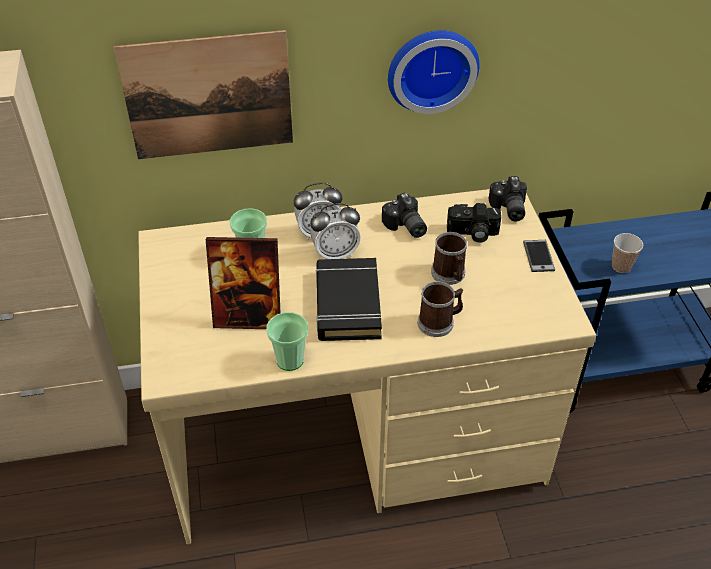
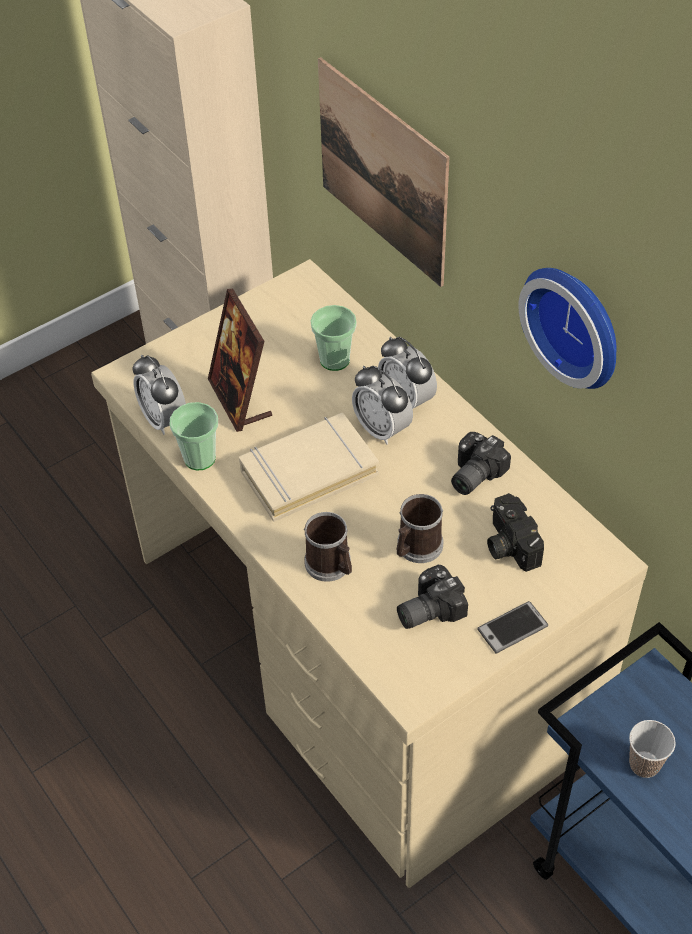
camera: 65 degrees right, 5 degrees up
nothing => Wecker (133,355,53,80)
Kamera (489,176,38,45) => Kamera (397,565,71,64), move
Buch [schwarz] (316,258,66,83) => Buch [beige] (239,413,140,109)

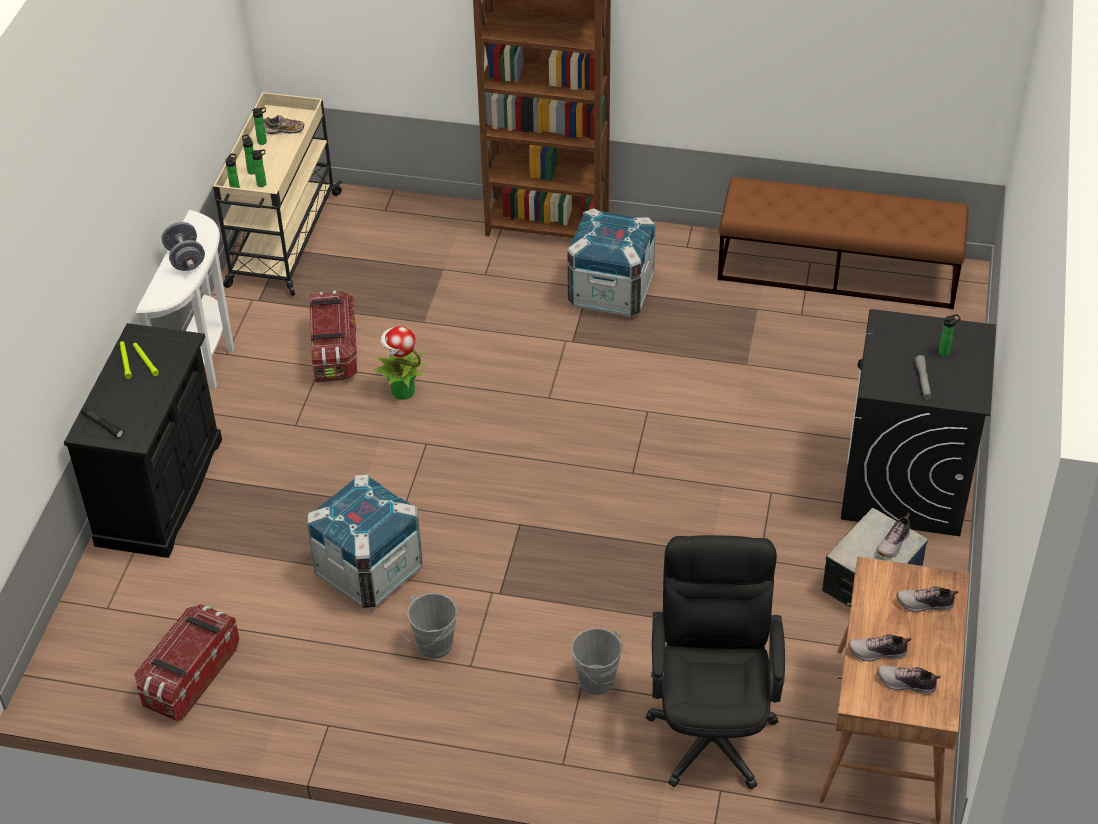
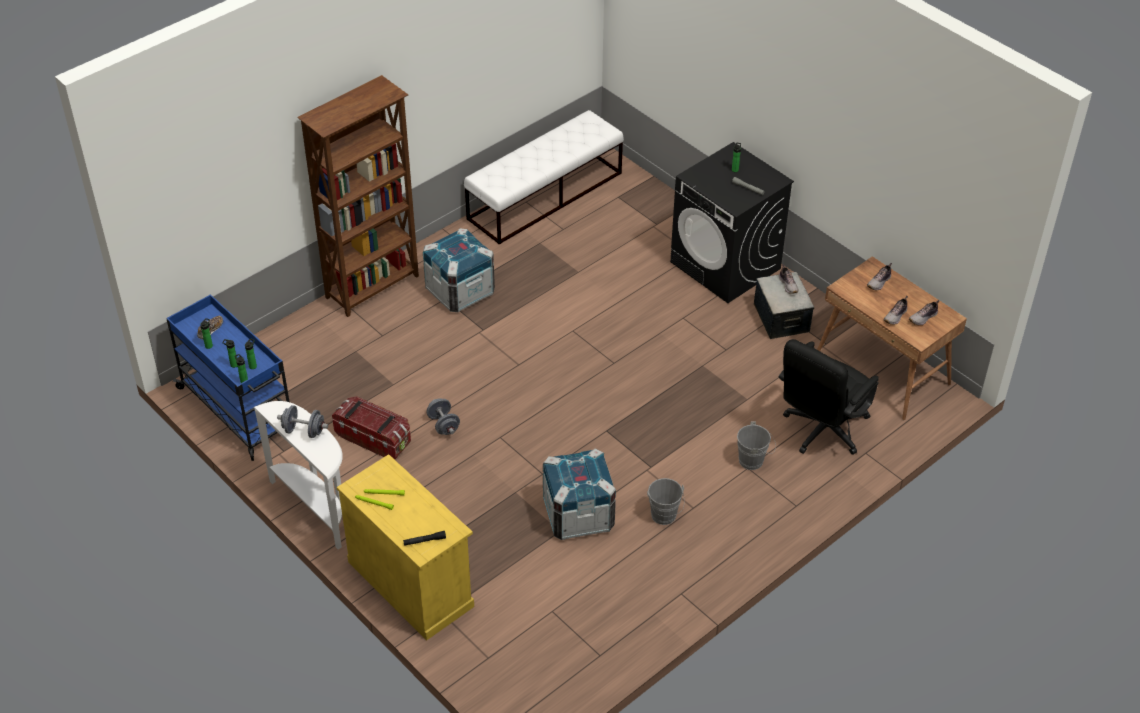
camera: 55 degrees left, 0 degrees up
Aufbewahrungsbox (134,604,105,117) => nothing
Topfpflanze (373,326,53,74) => Hantel [grau] (426,398,34,37)
Schrank [schwarz] (64,323,158,235) => Schrank [gelb] (337,454,137,186)
Rollwagen [beige] (213,92,130,204) => Rollwagen [blau] (166,294,124,167)
Bank [braun] (718,177,250,132) => Bank [weiß] (464,110,160,135)
Bürostuhl [schwarz] (645,535,140,254) => Bürostuhl [schwarz] (779,339,100,115), 90 degrees counterclockwise

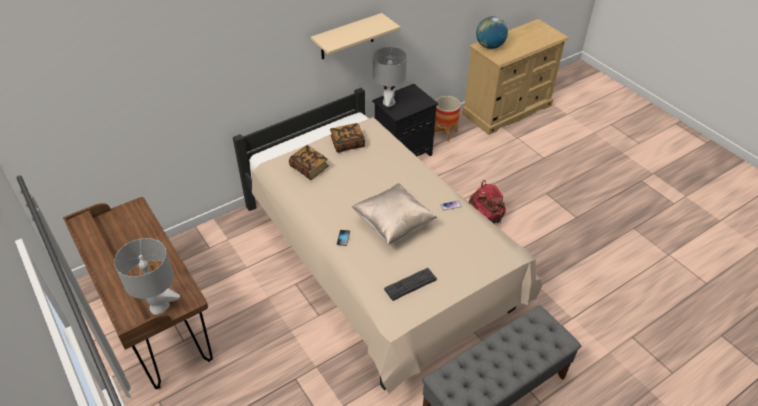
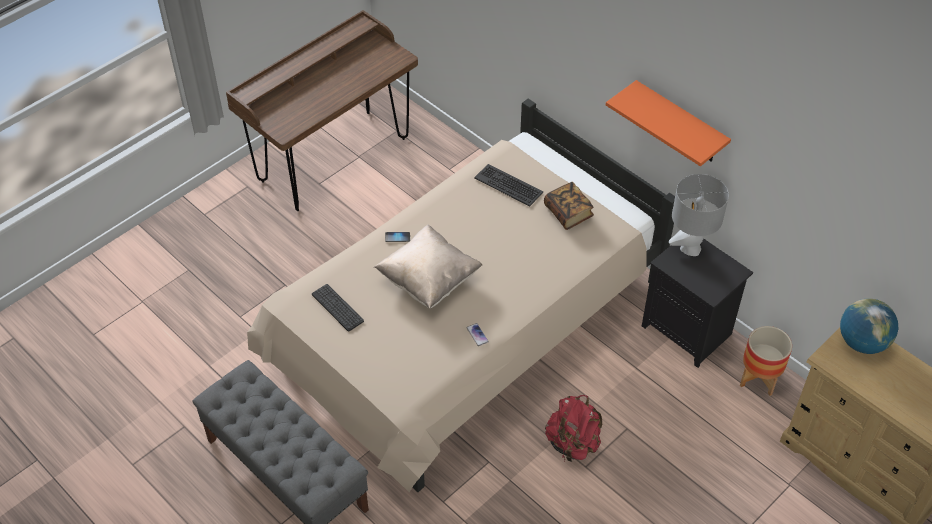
camera: 80 degrees right, 5 degrees up
Tischlampe [grau] (114,238,66,77) => nothing
Buch (289,145,40,35) => Tastatur (474,164,69,43)
Wandregal [beige] (311,13,89,46) => Wandregal [orange] (606,80,125,86)

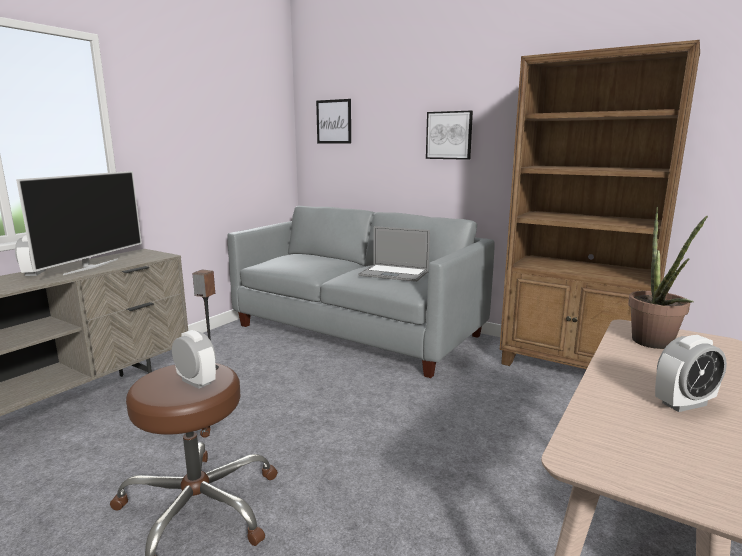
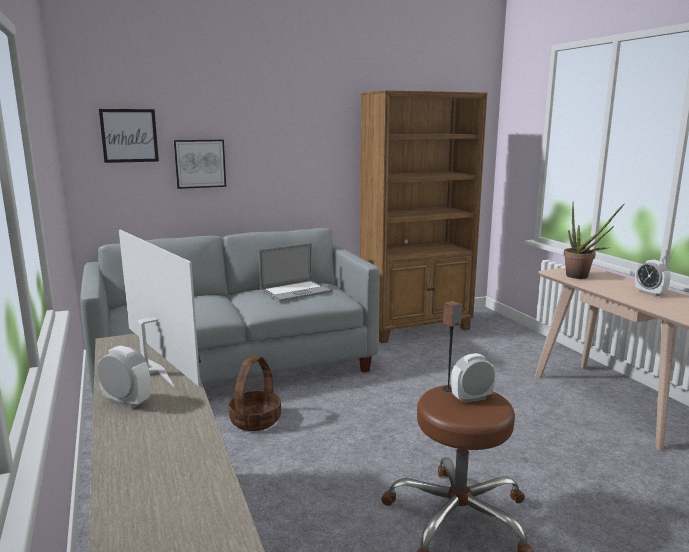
camera: 55 degrees left, 0 degrees up
nothing => Korb (228,355,53,76)
Bild (426,111,47,49) => Bild (174,140,52,49), move
Wecker (655,335,72,77) => Wecker (635,260,36,37), 135 degrees clockwise

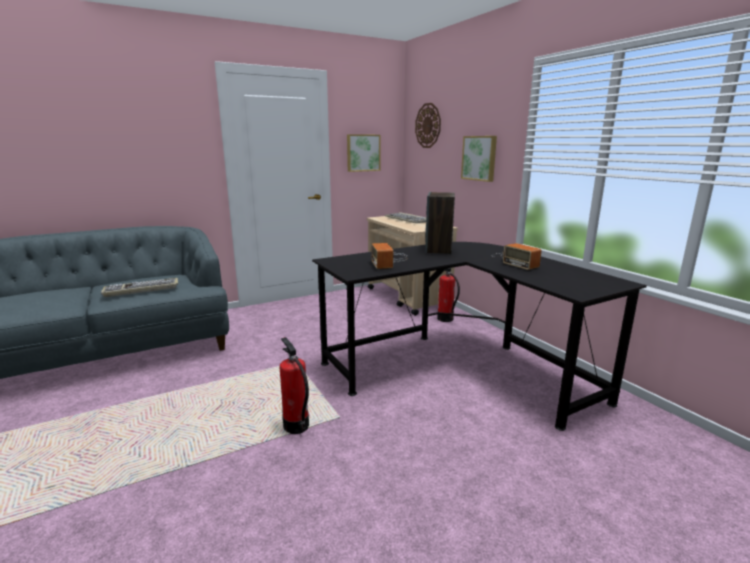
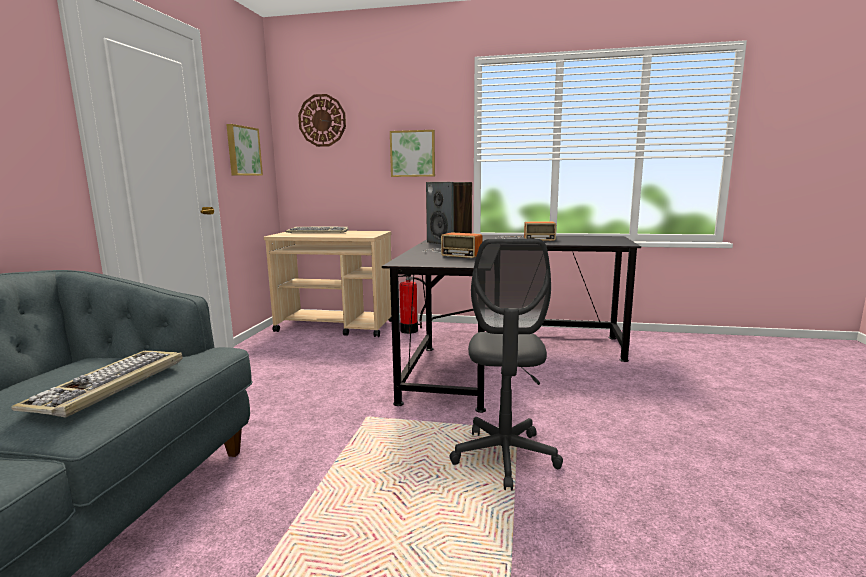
camera: 50 degrees left, 5 degrees down
Feuerlöscher (280,337,29,97) => Bürostuhl [grau] (450,239,113,251)

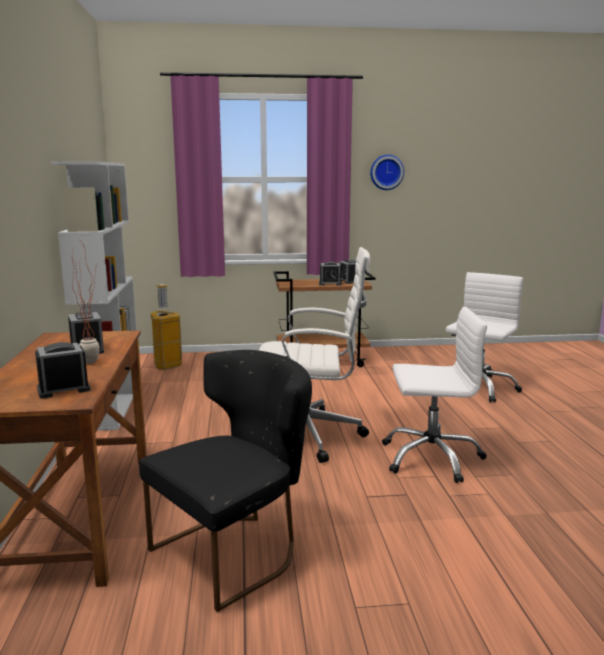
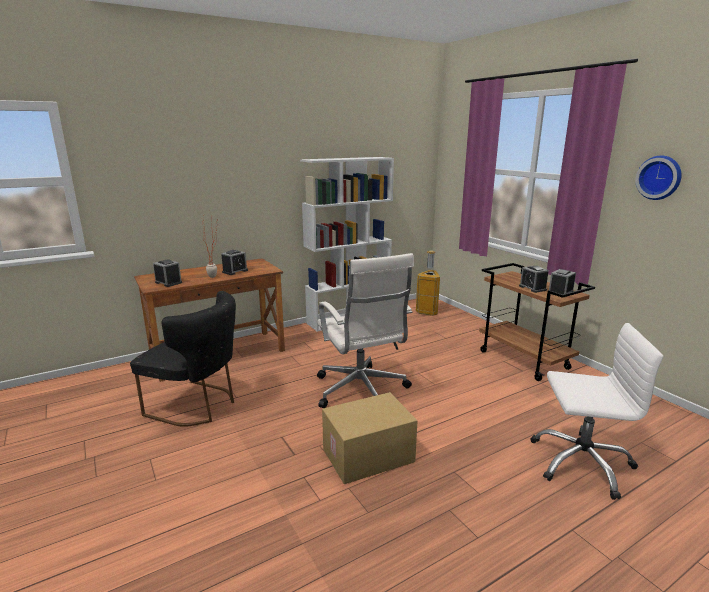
camera: 65 degrees right, 5 degrees up
Bürostuhl [weiß] (382,307,105,176) => Karton (322,392,96,92)

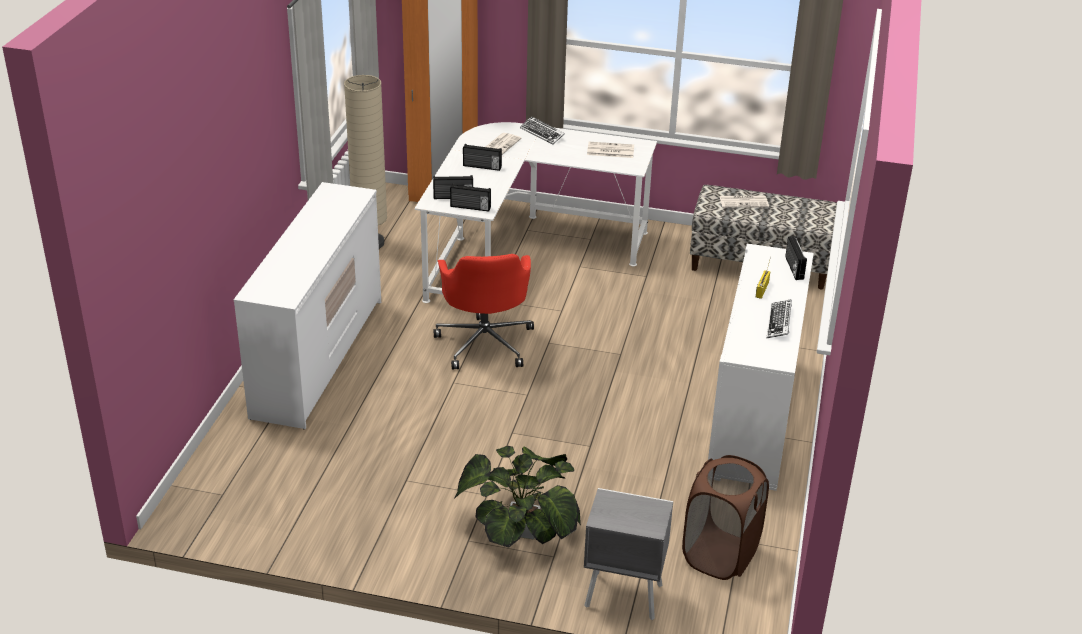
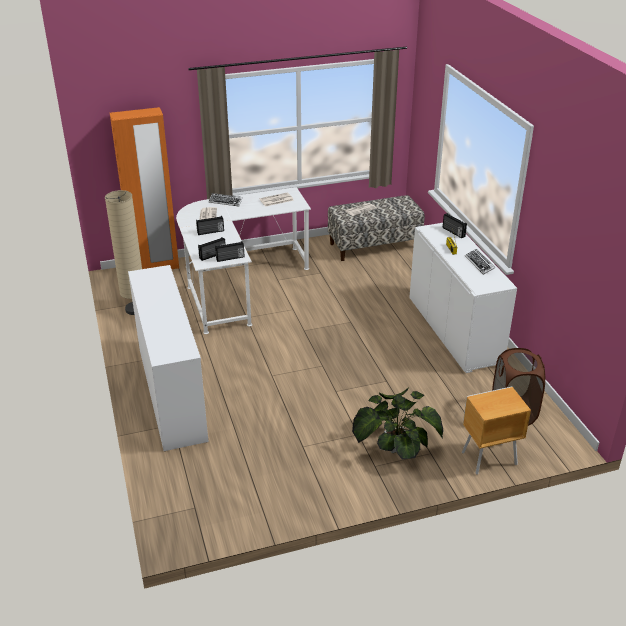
camera: 30 degrees left, 0 degrees up
Bürostuhl [rot] (434,254,100,116) => nothing
Nachttisch [grau] (584,488,89,132) => Nachttisch [braun] (462,386,69,88)

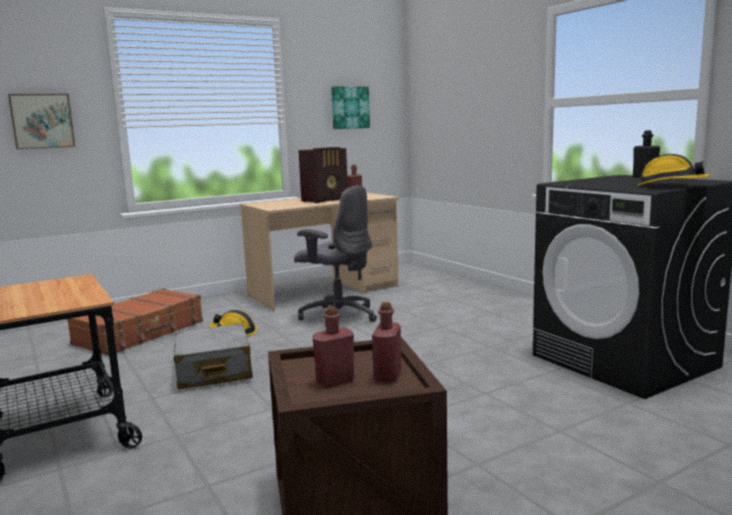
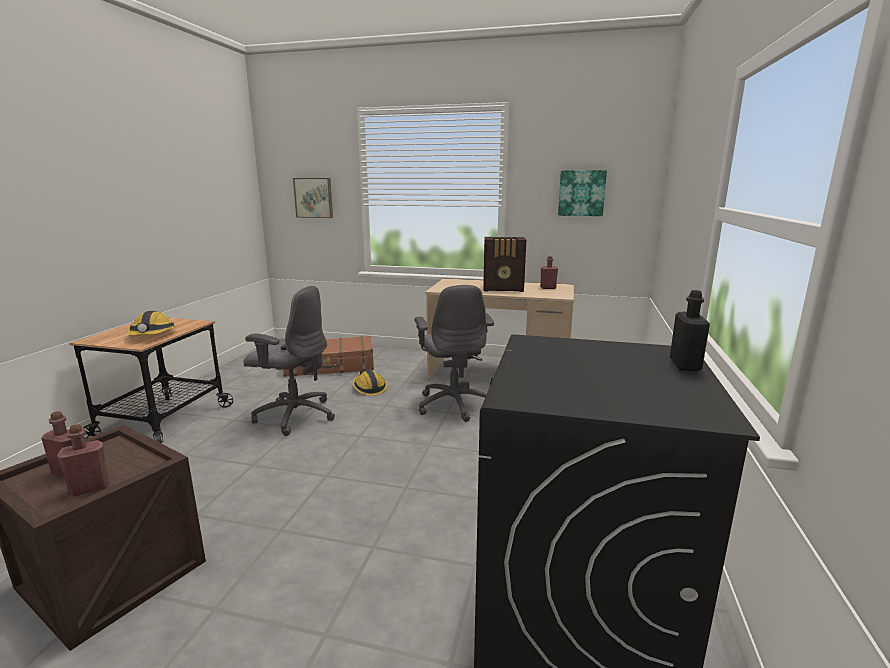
camera: 45 degrees right, 5 degrees up
Schutzhelm (637,154,74,32) => Schutzhelm (127,311,50,25), move
Koffer [grau] (173,323,80,66) => Bürostuhl [grau] (243,286,92,150)

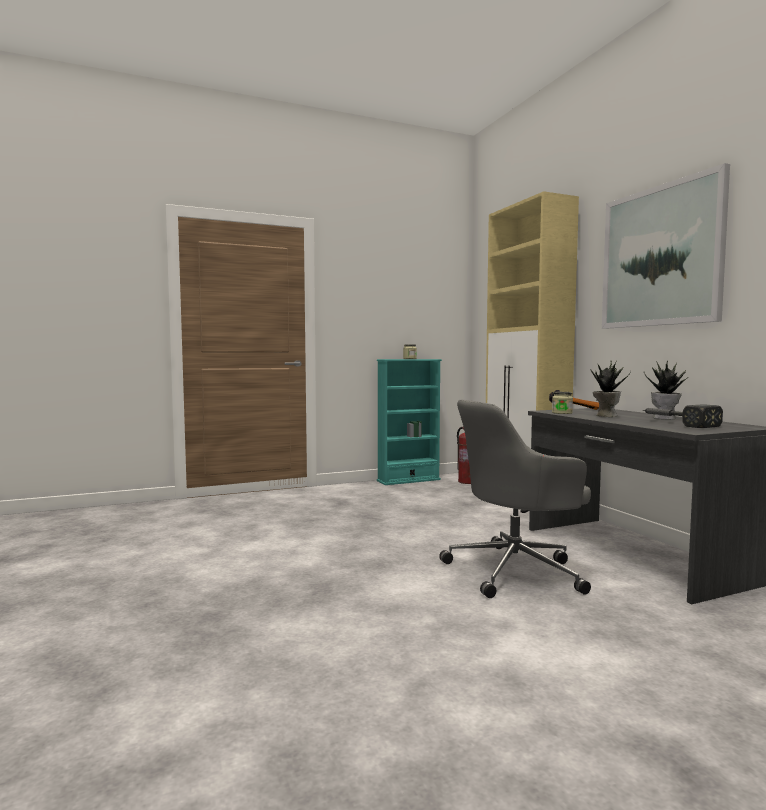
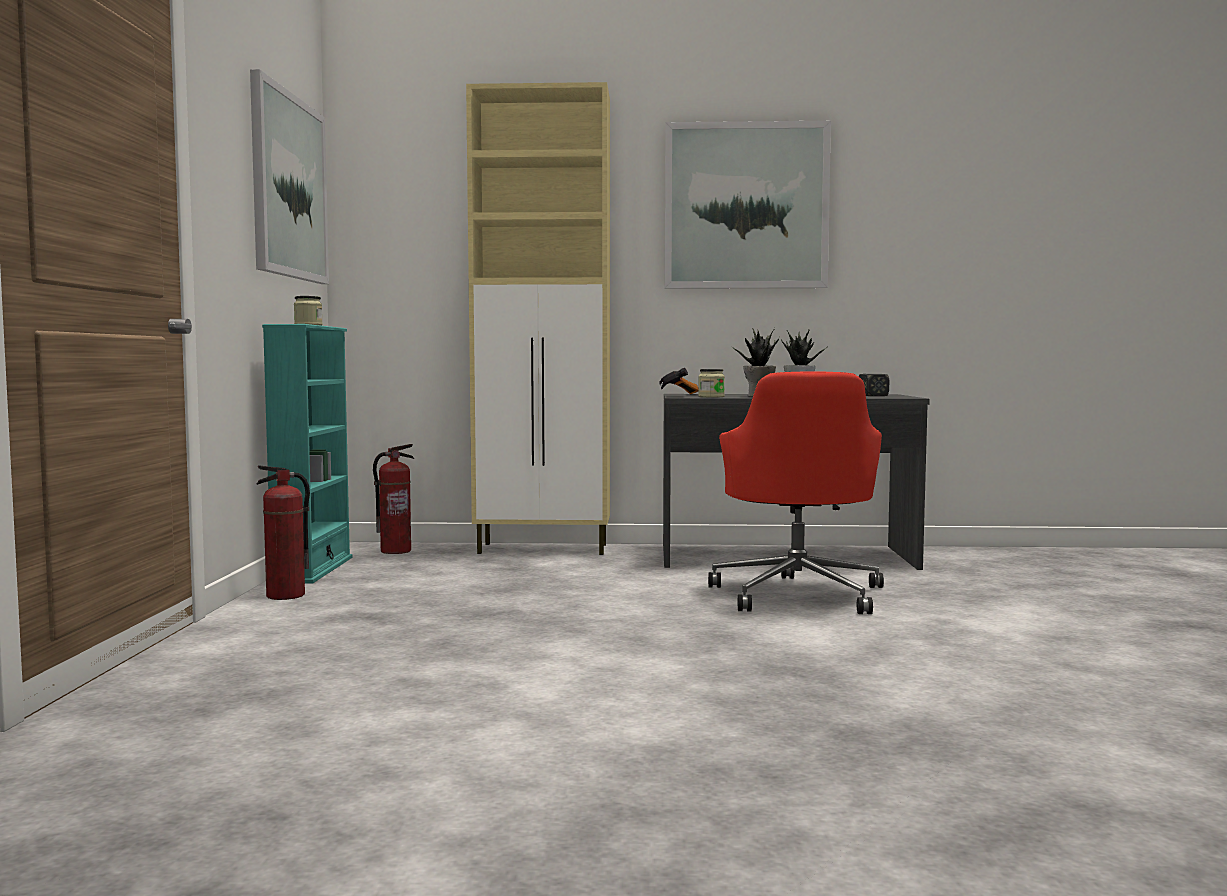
camera: 65 degrees left, 0 degrees up
nothing => Bild (250,69,79,215)
nothing => Feuerlöscher (256,465,54,135)
Bürostuhl [grau] (439,400,152,198) => Bürostuhl [rot] (708,371,176,243)

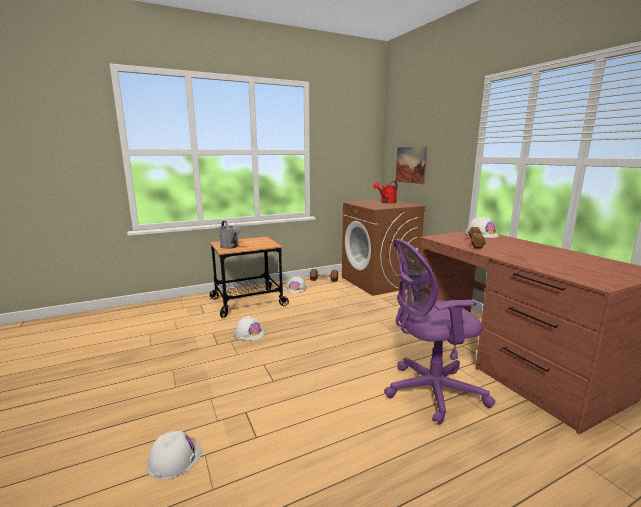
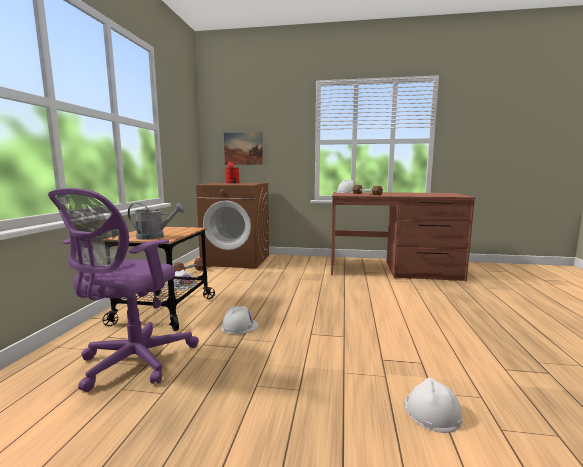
camera: 55 degrees left, 5 degrees down
Bürostuhl [lila] (384,239,112,186) => Bürostuhl [lila] (48,188,151,204), move

